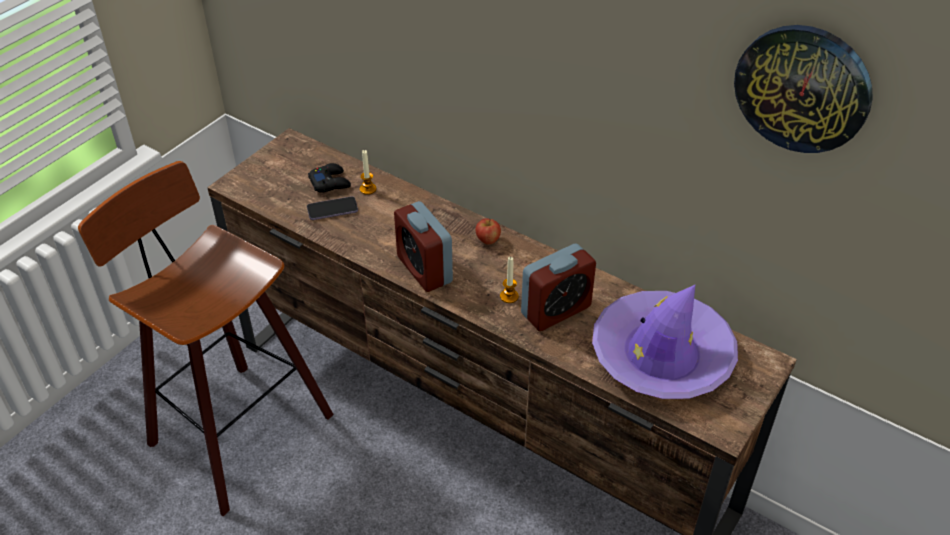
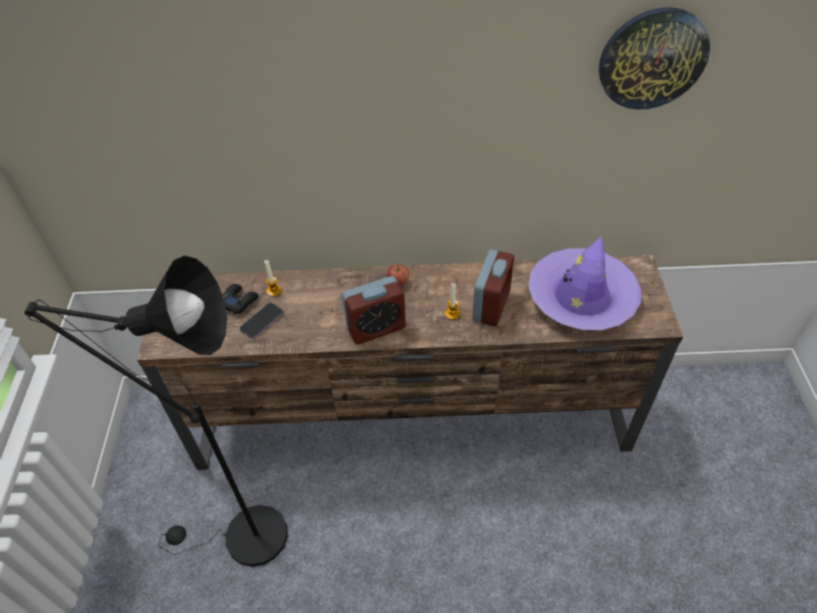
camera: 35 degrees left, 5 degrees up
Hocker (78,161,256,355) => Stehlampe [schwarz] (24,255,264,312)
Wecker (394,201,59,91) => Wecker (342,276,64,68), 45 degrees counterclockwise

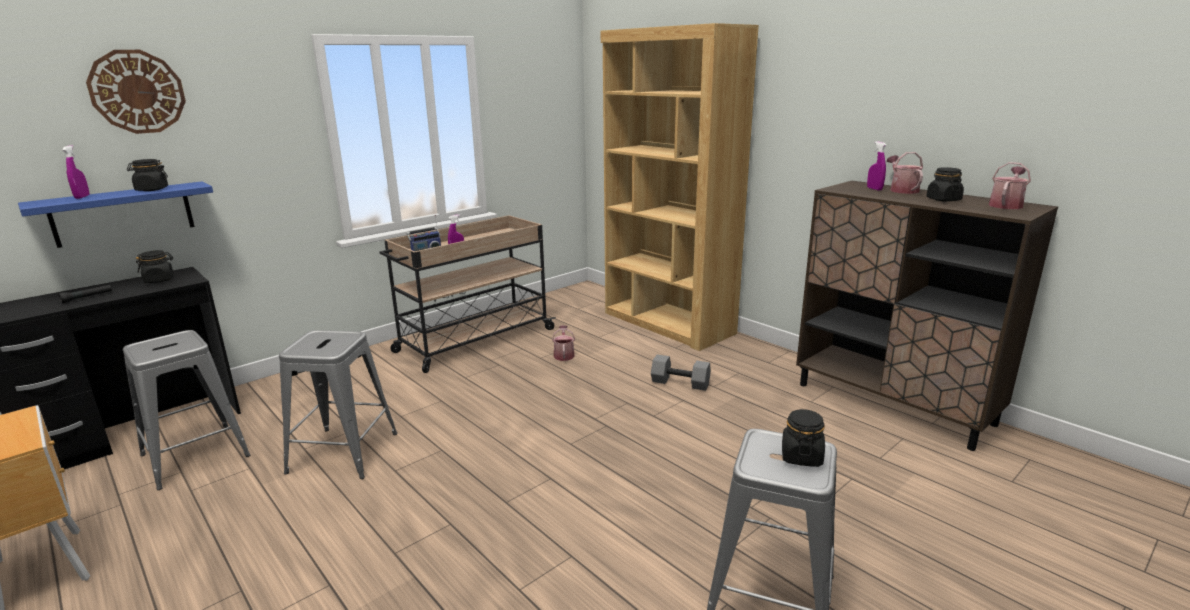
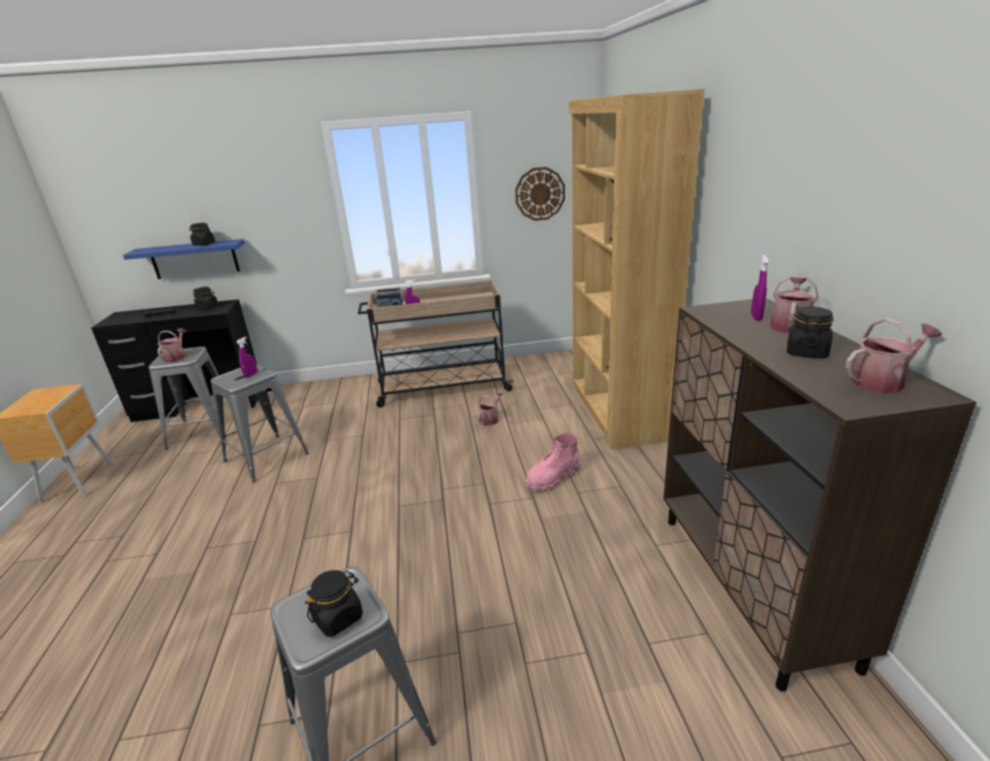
camera: 35 degrees right, 5 degrees up
nothing => Gießkanne (158,328,28,34)
Sprühflasche [lila] (62,145,27,54) => Sprühflasche [lila] (236,337,21,41), move
Wanduhr (86,50,100,84) => Wanduhr (515,167,50,54), move
Hantel [grau] (651,354,60,37) => Stiefel [rosa] (525,433,56,60)

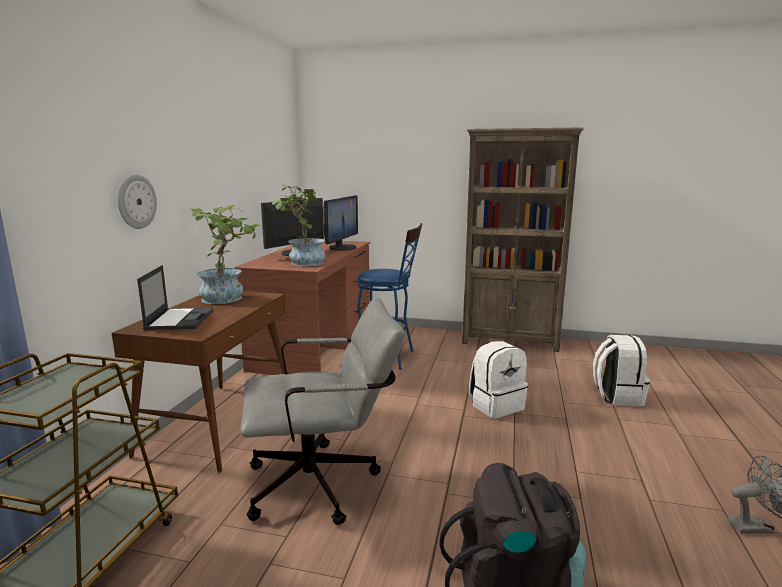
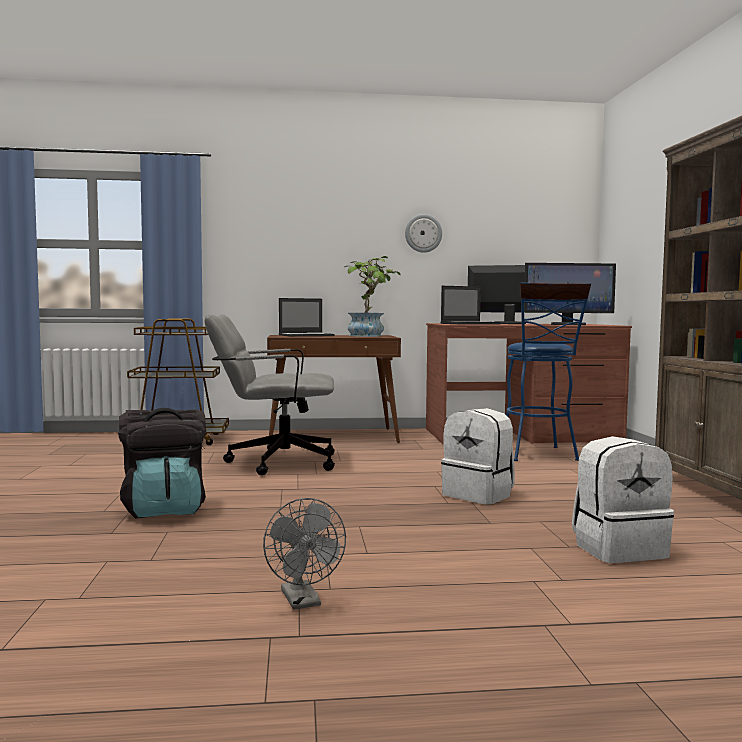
camera: 70 degrees right, 10 degrees down
Wanduhr (118,174,39,55) => Wanduhr (405,214,37,39), move
Topfpflanze (272,185,53,82) => Laptop (440,286,61,39)
Bürostuhl [grau] (240,298,165,227) => Bürostuhl [grau] (205,314,130,161), 120 degrees clockwise

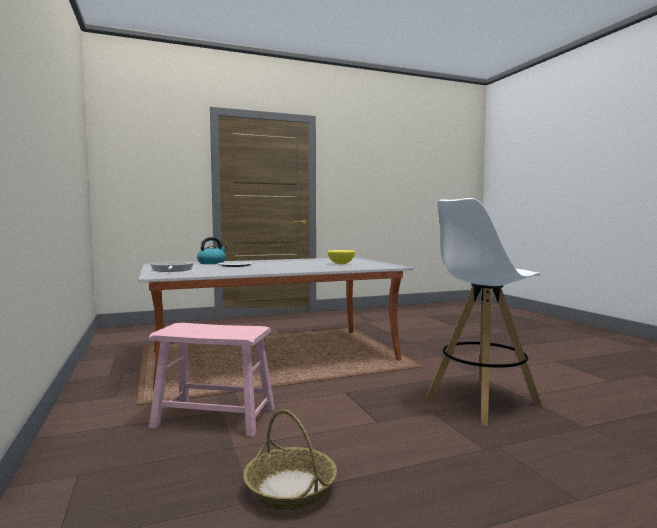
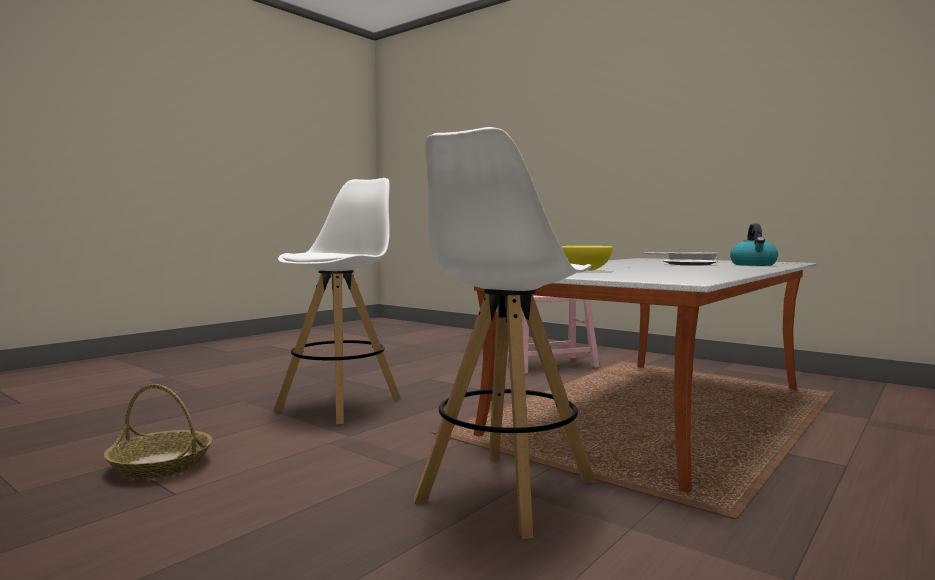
camera: 150 degrees right, 0 degrees up
nothing => Hocker [weiß] (414,127,181,412)
Korb (243,409,94,102) => Korb (104,384,108,95), move

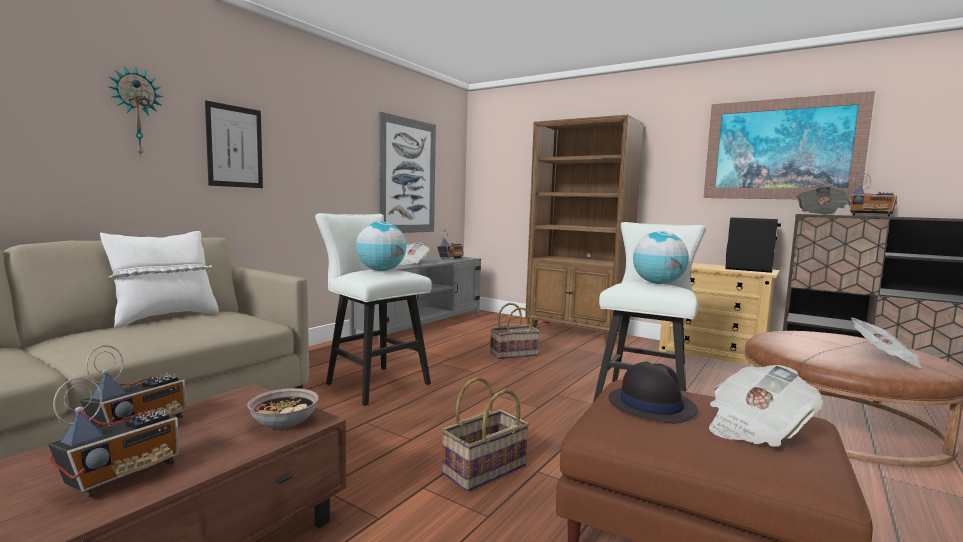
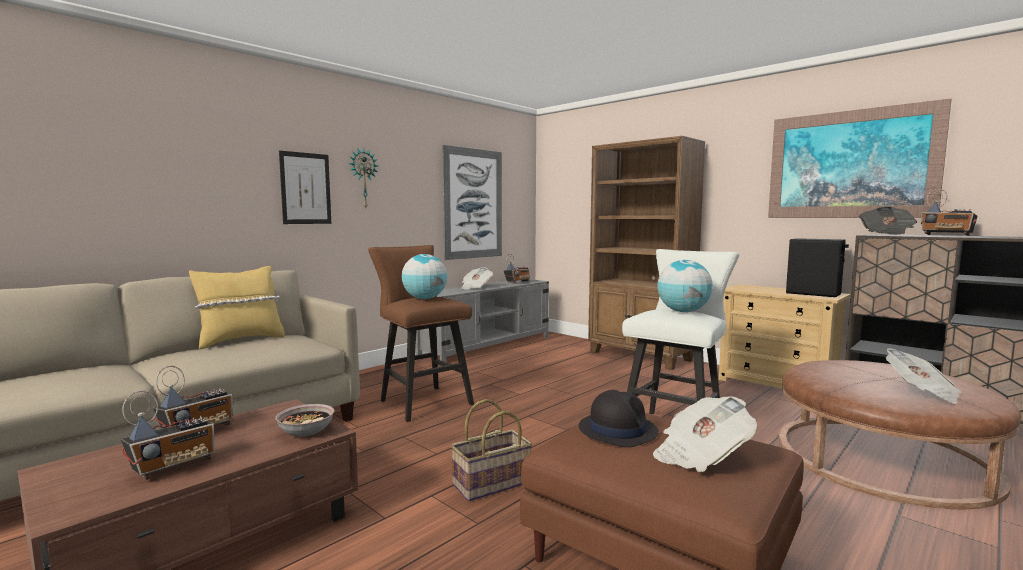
camera: 10 degrees right, 0 degrees up
Korb (490,303,50,56) => nothing
Wanduhr (108,66,55,91) => Wanduhr (349,148,29,60), move
Kissen [weiß] (100,231,118,97) => Kissen [gelb] (189,266,96,83)
Hocker [weiß] (315,213,117,193) => Hocker [braun] (368,245,106,177)

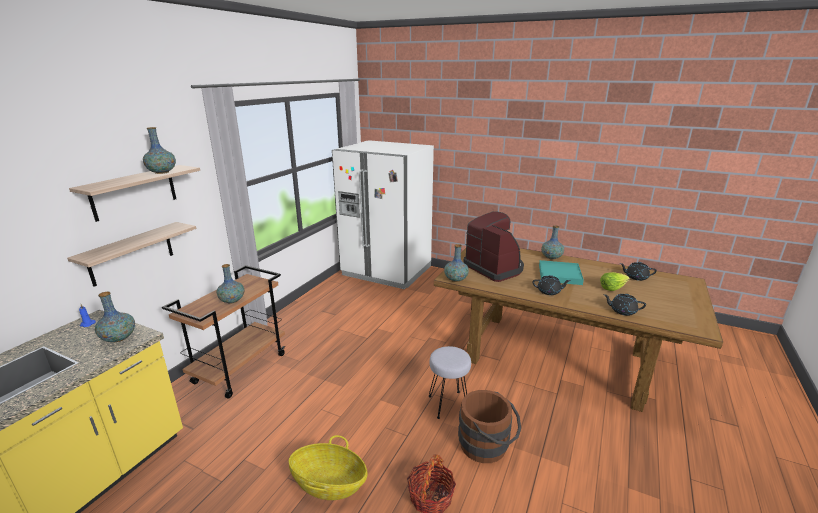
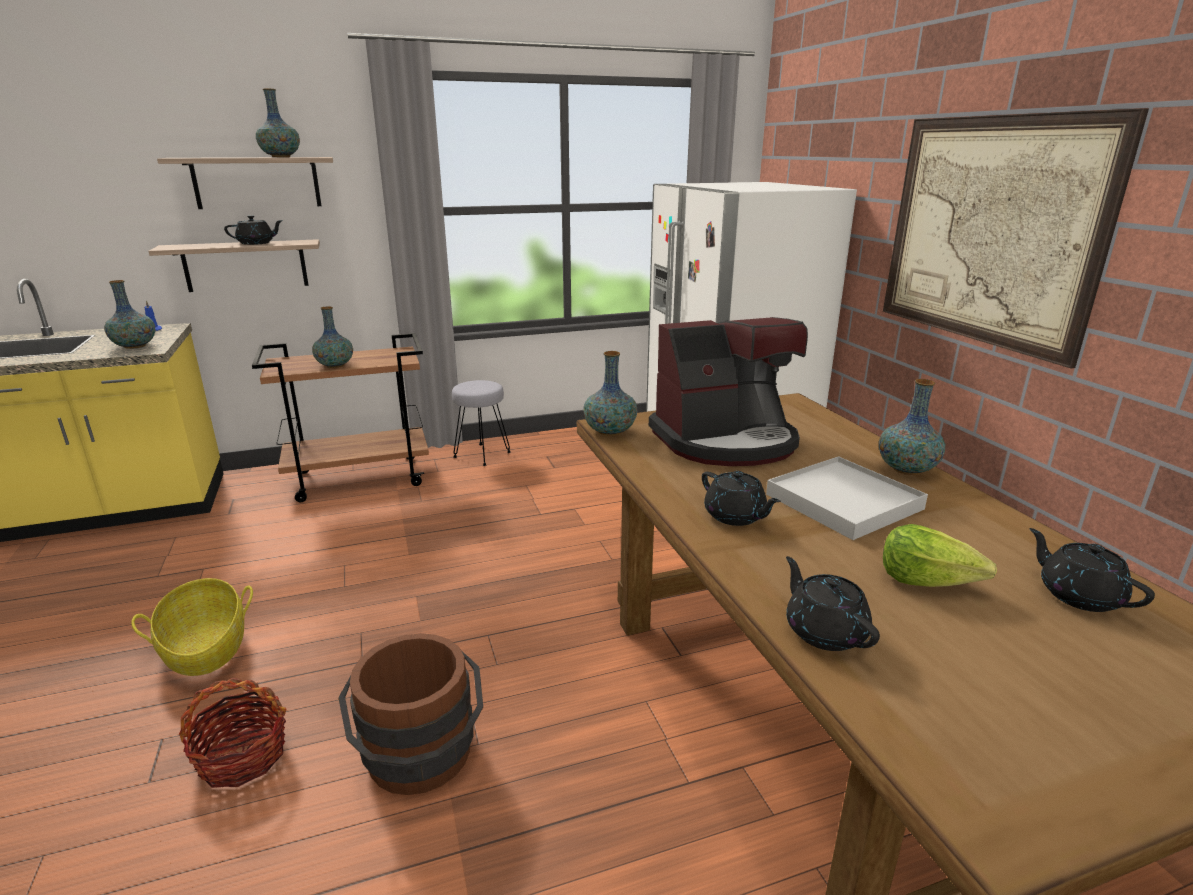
camera: 45 degrees right, 0 degrees up
nothing => Teekanne [schwarz] (224,215,59,30)
nothing => Bild (883,108,266,260)
Hocker [grau] (429,346,42,73) => Hocker [grau] (452,380,59,86), move
Tablett [türkis] (539,260,45,25) => Tablett [weiß] (766,456,162,84)
Kaffeemaschine (463,211,61,71) => Kaffeemaschine (649,317,159,149), 60 degrees clockwise

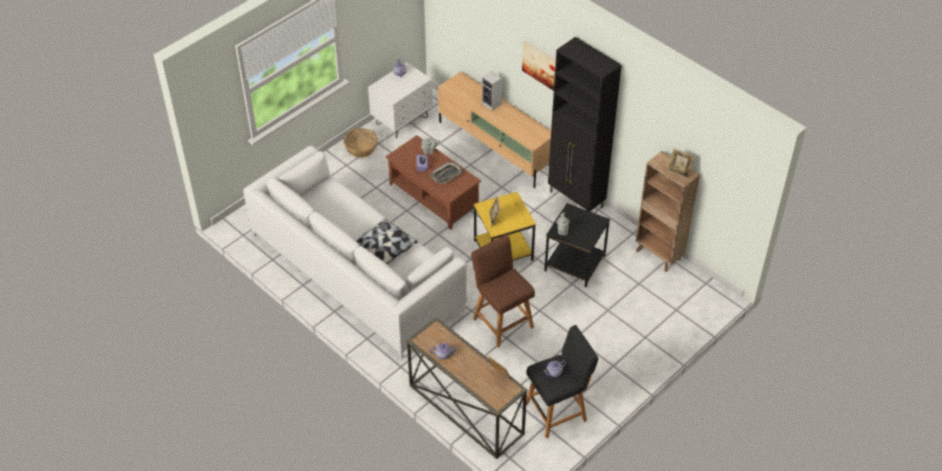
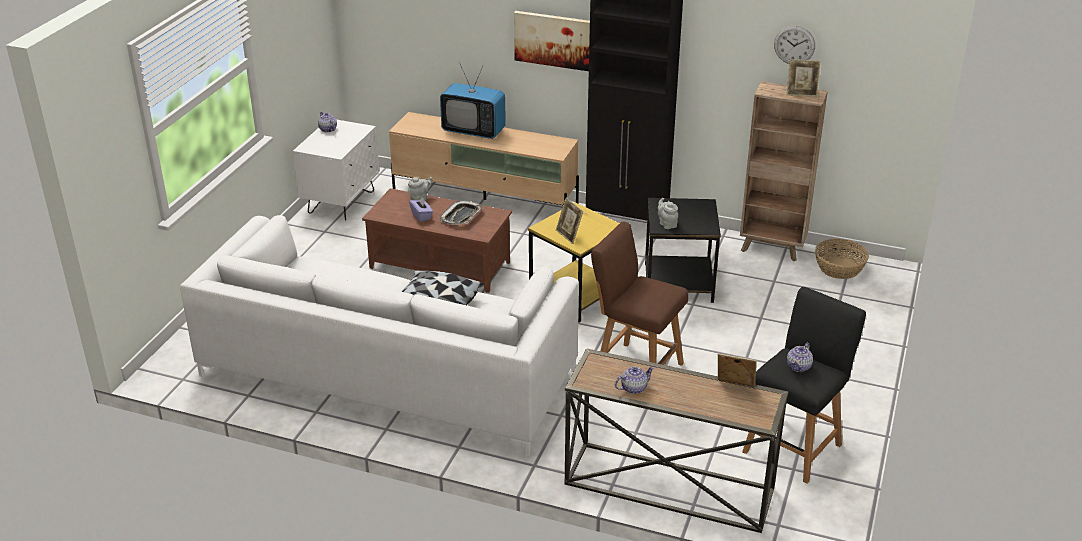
camera: 25 degrees left, 15 degrees down
nothing => Wanduhr (774,26,41,38)
Korb (343,128,35,30) => Korb (815,239,54,40), move
Lautsprecher (482,71,20,40) => Fernseher (440,62,66,77)

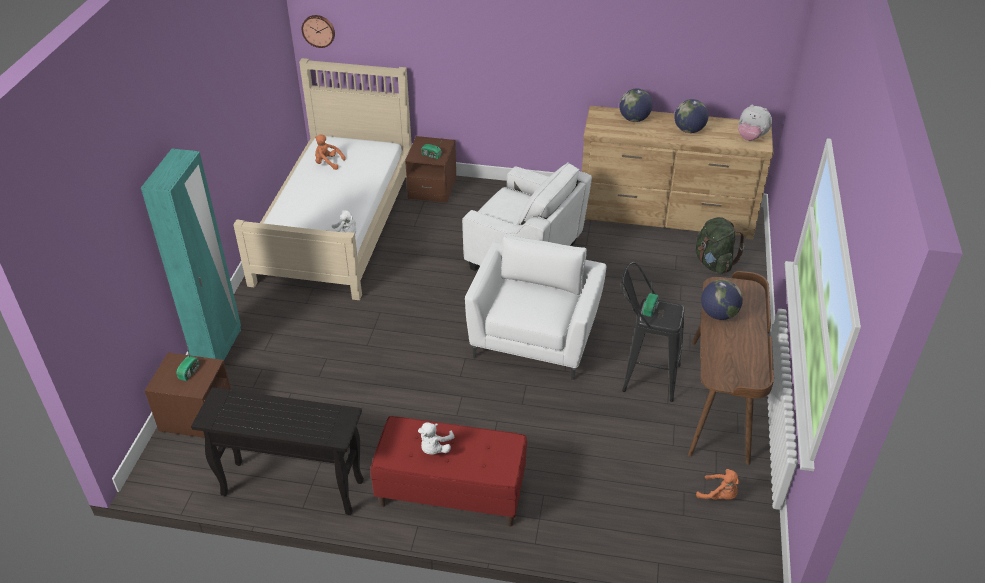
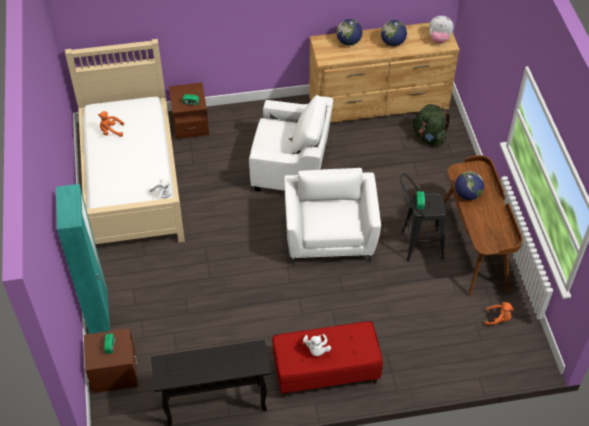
camera: 20 degrees left, 10 degrees up
Wanduhr (302,15,33,33) => nothing

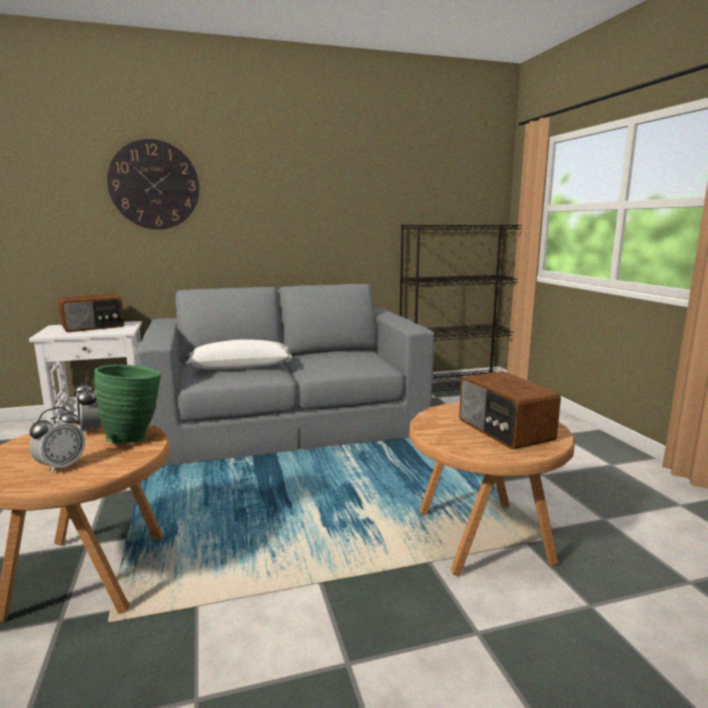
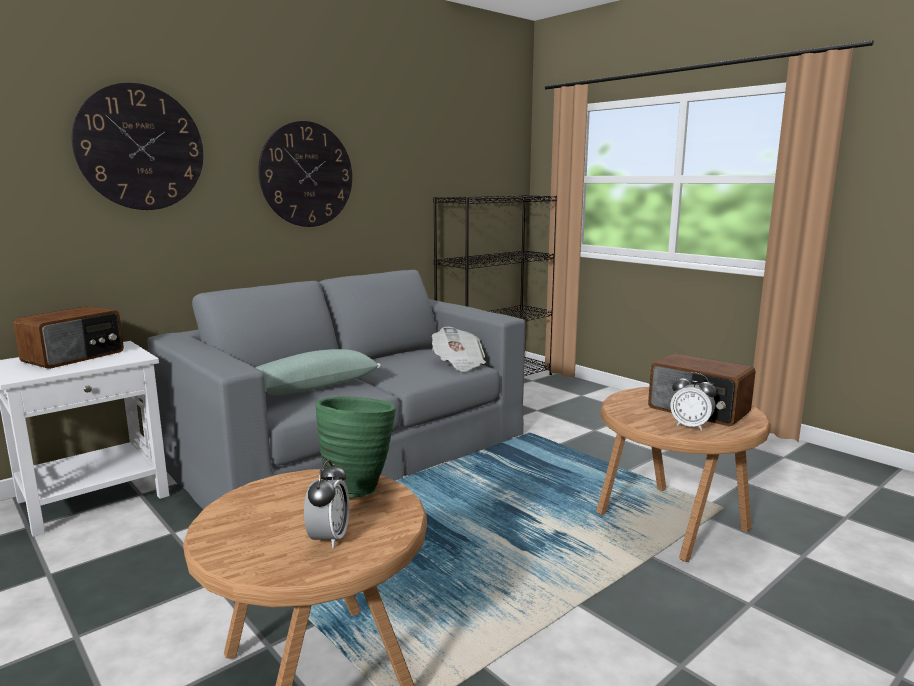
camera: 25 degrees left, 0 degrees up
nothing => Wanduhr (258,121,94,106)
nothing => Zeitung (432,327,54,45)
Wecker (74,379,27,57) => Wecker (670,372,47,59), move
Kissen [weiß] (185,339,107,31) => Kissen [grün] (255,349,126,47)

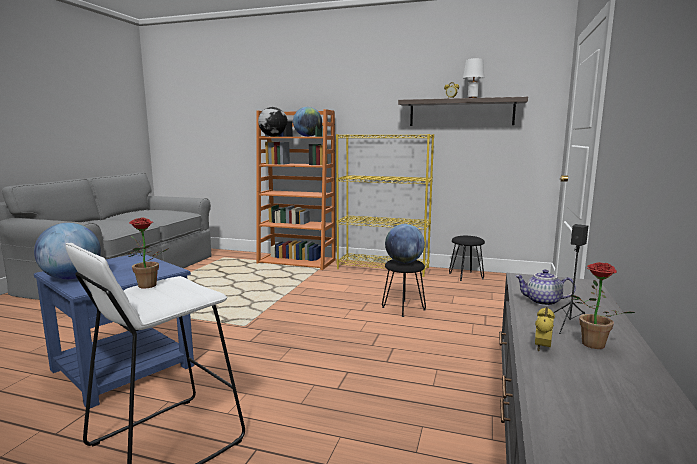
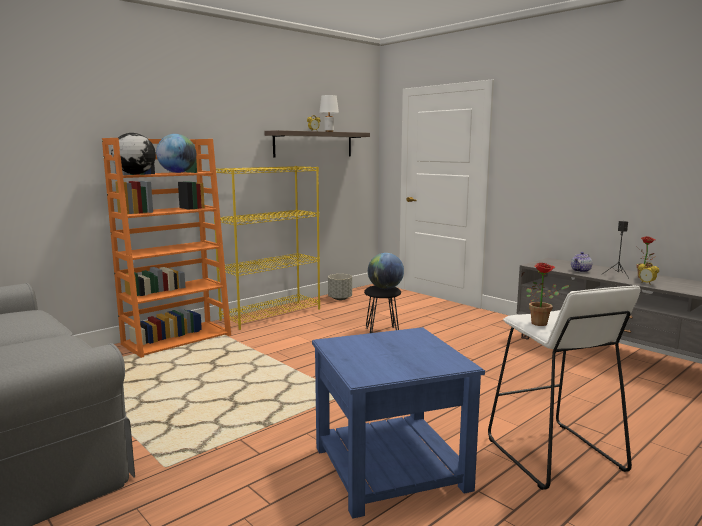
camera: 60 degrees left, 0 degrees up
Globus (34,223,67,57) => nothing
Hocker [schwarz] (449,236,36,45) => Pflanzkübel [grau] (328,274,24,26)

